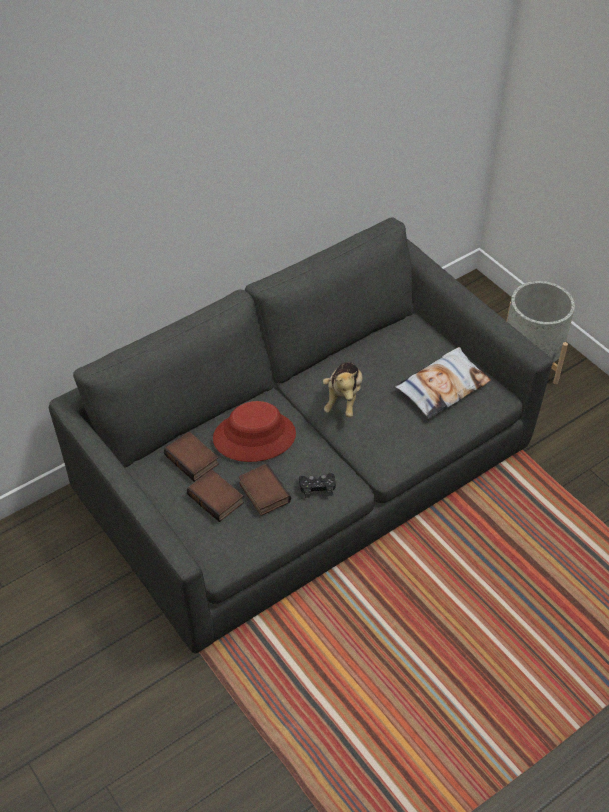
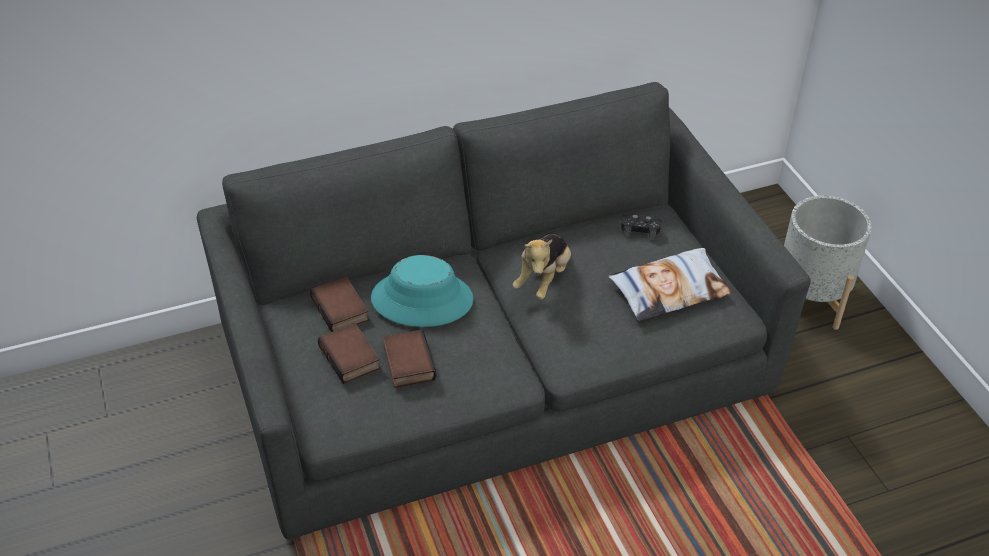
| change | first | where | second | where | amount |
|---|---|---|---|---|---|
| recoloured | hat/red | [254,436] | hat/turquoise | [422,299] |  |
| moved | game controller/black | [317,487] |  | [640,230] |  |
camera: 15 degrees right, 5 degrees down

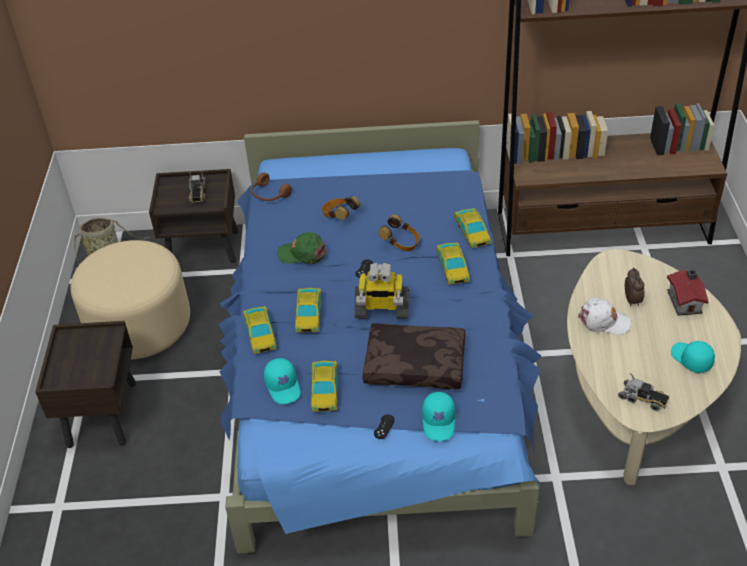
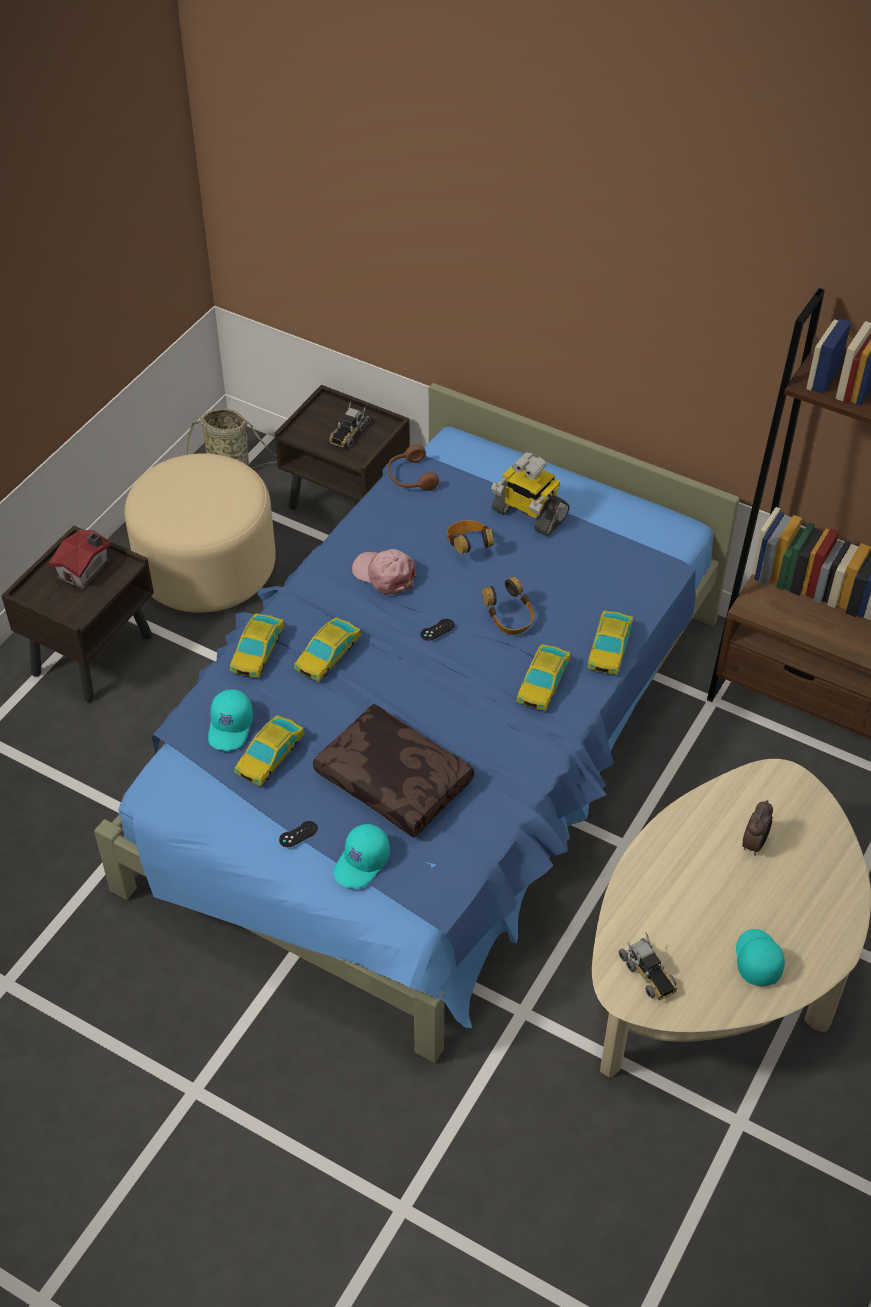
| change | first | where | second | where | amount |
|---|---|---|---|---|---|
| recoloured | cap/green | [303,253] | cap/pink | [384,574] |  |
| moved | toy robot | [381,310] |  | [528,514] |  |
| removed | cap/white | [603,321] |  |  |  |
| moved | toy house | [685,301] |  | [85,569] |  |
camera: 30 degrees right, 5 degrees up

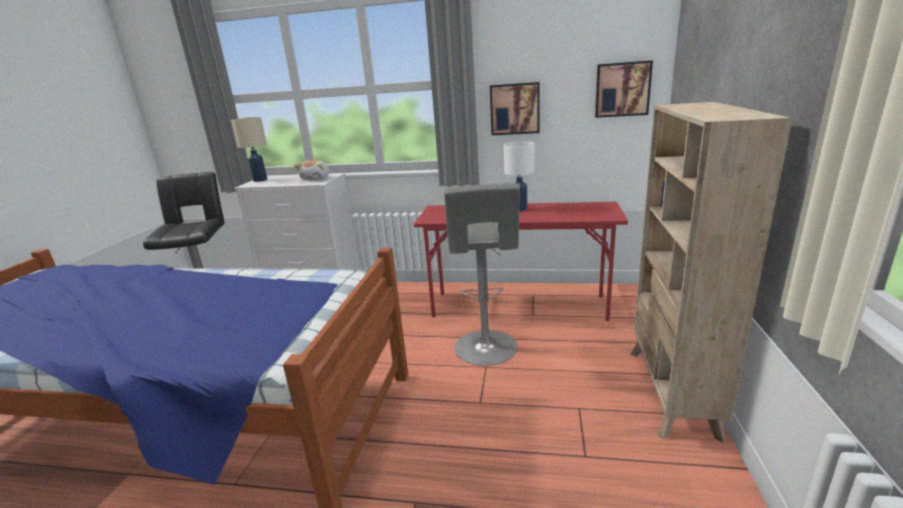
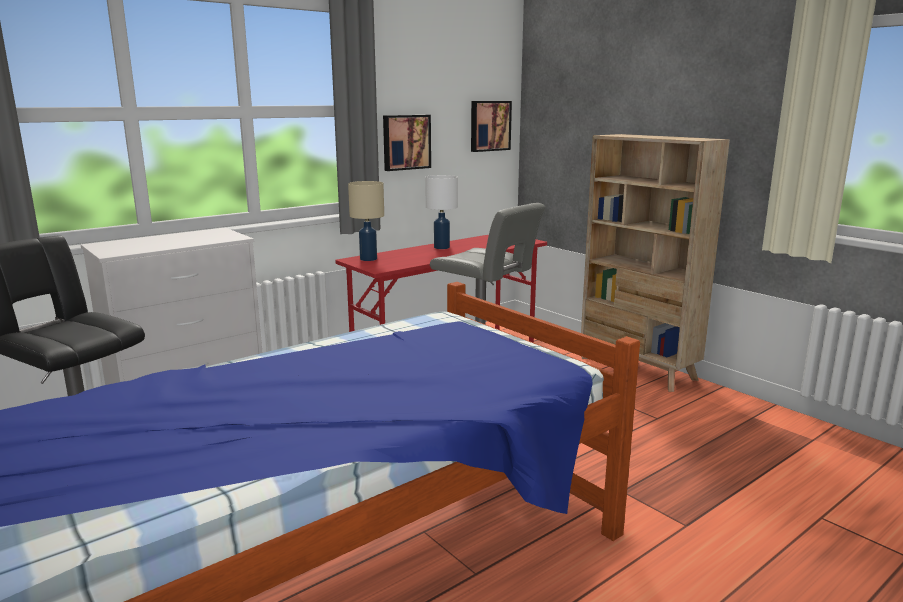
| change | first | where | second | where | amount |
|---|---|---|---|---|---|
| moved | table lamp/beige | [259,180] |  | [368,259] |  |
| removed | plush toy | [317,179] |  |  |  |
camera: 50 degrees left, 5 degrees down

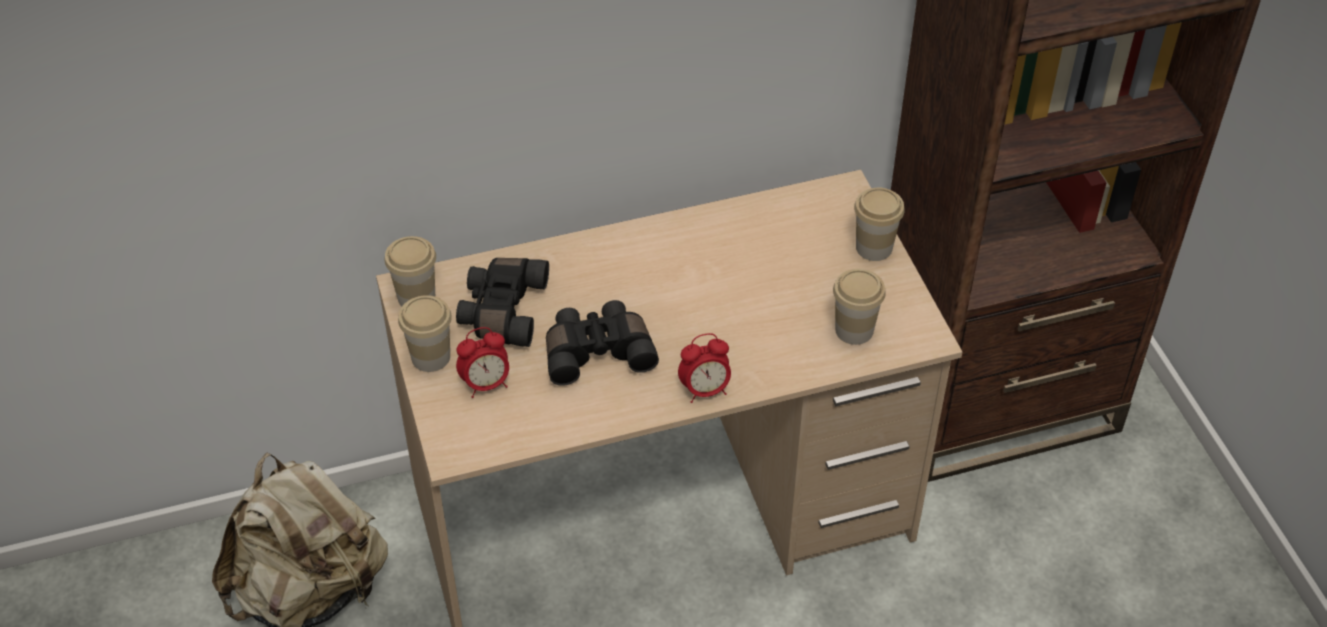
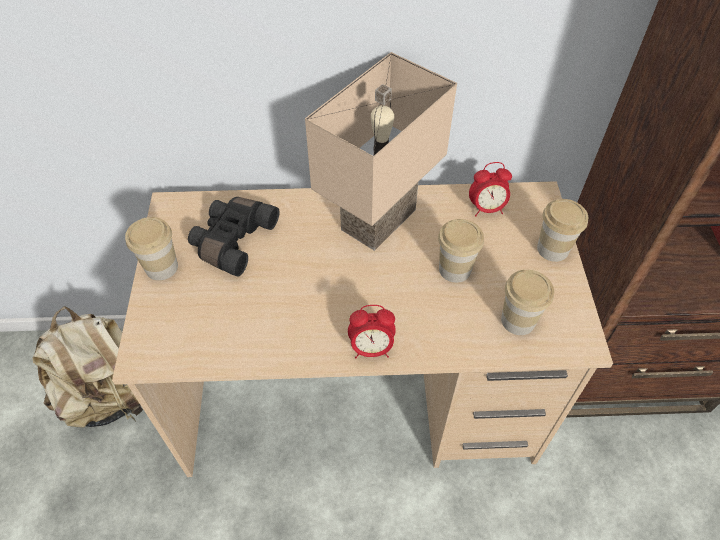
| change | first | where | second | where | amount |
|---|---|---|---|---|---|
| moved | cup | [416,297] |  | [454,269] |  |
| moved | alarm clock | [486,384] |  | [486,208] |  |
| removed | binoculars/black | [598,351] |  |  |  |
| added |  |  | table lamp/beige | [376,217] |  |
camera: 15 degrees right, 5 degrees up

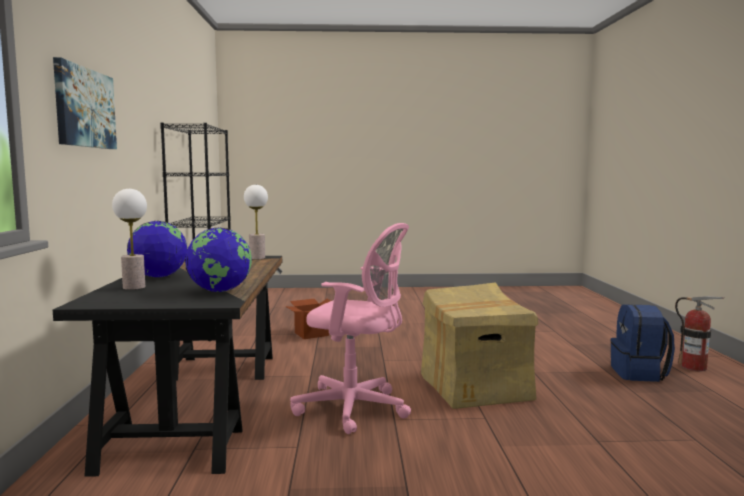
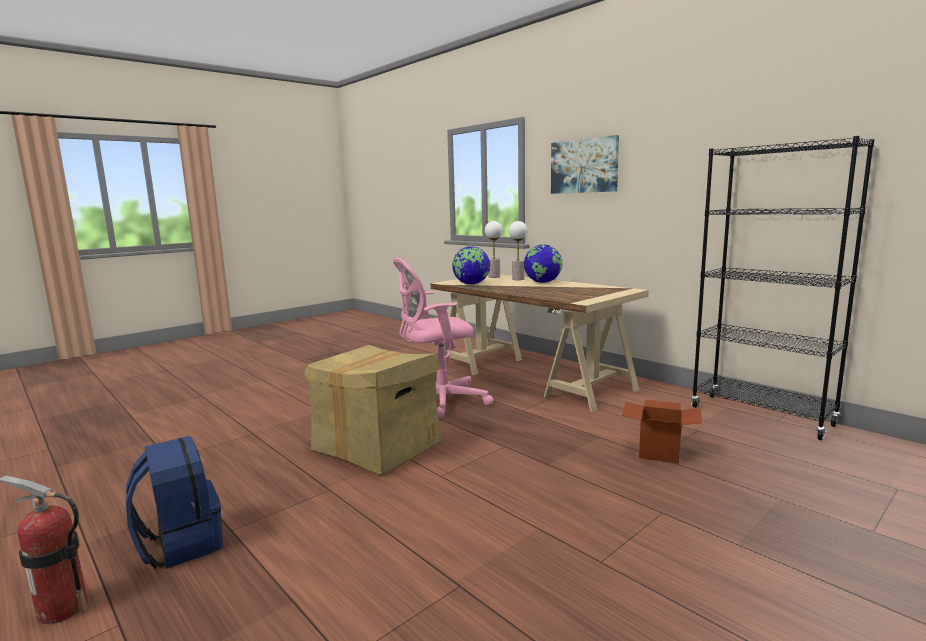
| change | first | where | second | where | amount |
|---|---|---|---|---|---|
| recoloured | desk/black | [199,403] | desk/beige | [532,376] |  |
| moved | table lamp | [257,258] |  | [494,277] |  |
camera: 140 degrees right, 5 degrees up

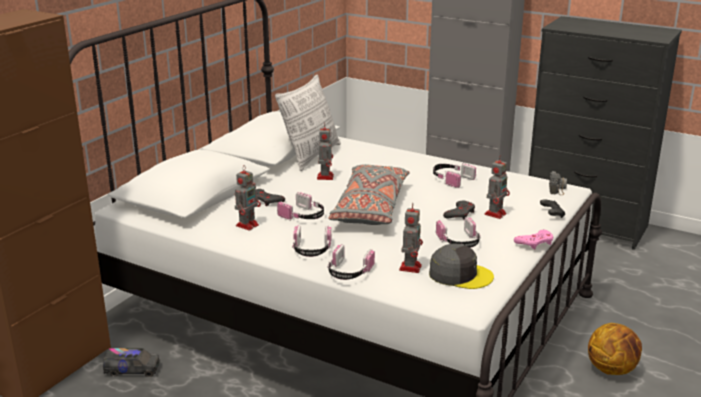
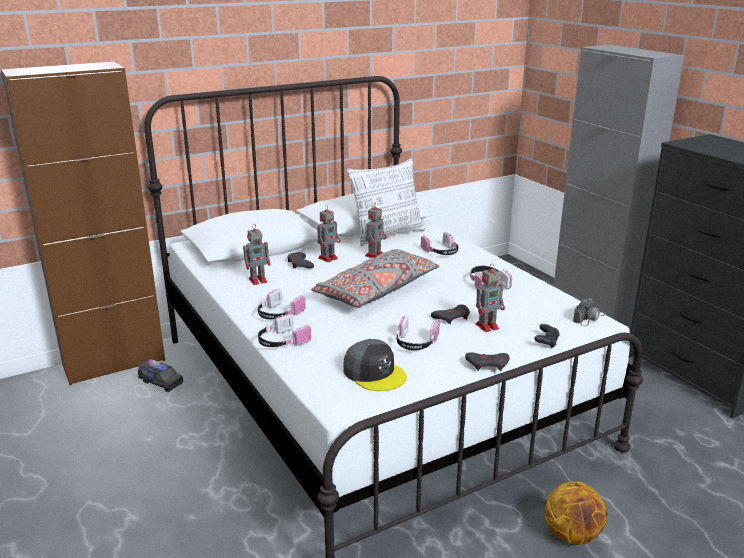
| change | first | where | second | where | amount |
|---|---|---|---|---|---|
| moved | headphones | [304,216] |  | [441,252] |  |
| moved | toy robot | [410,267] |  | [328,258] |  |
| recoloured | game controller/pink | [535,242] | game controller/grey | [487,364] |  |
camera: 30 degrees right, 0 degrees up

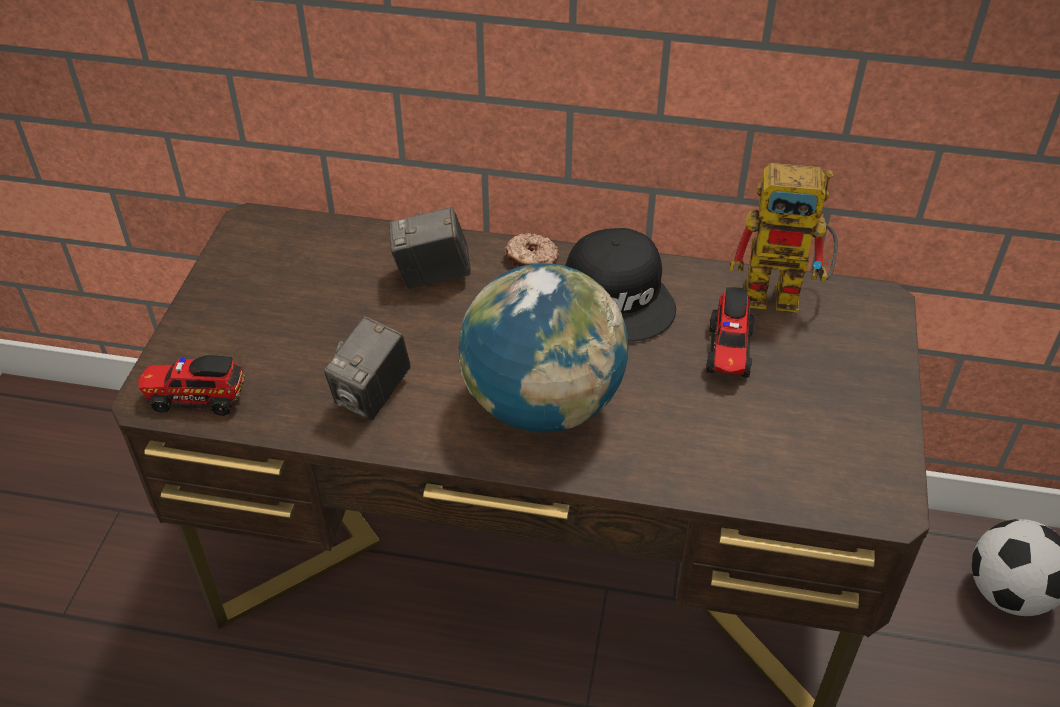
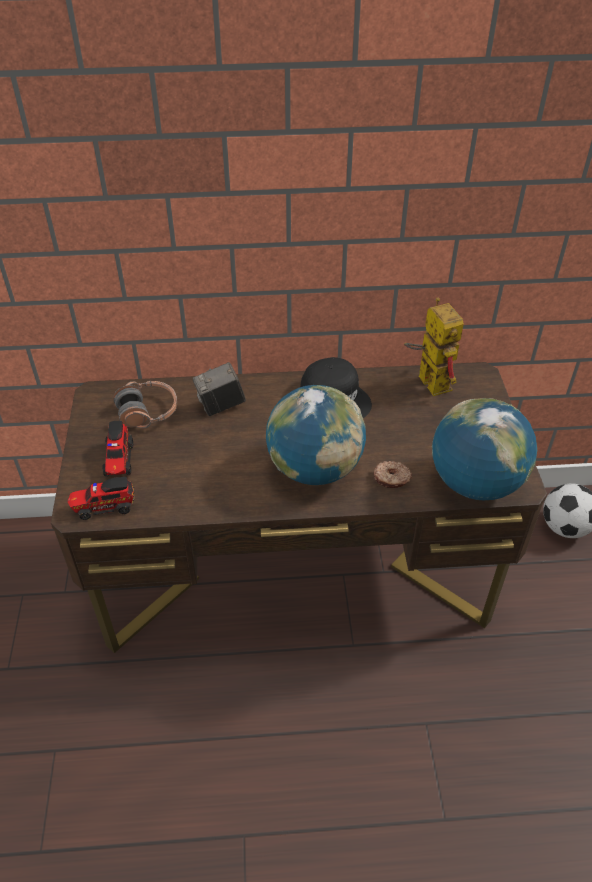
| change | first | where | second | where | amount |
|---|---|---|---|---|---|
| removed | photo camera | [372,395] |  |  |  |
| moved | donut | [531,259] |  | [391,479] |  |
| moved | toy truck | [728,353] |  | [119,461] |  |
| turned | toy robot | [785,294] |  | [427,379] | 105 degrees counterclockwise |
| added |  |  | headphones | [148,412] |  |
| added |  |  | globe | [475,483] |  |
camera: 15 degrees left, 0 degrees up

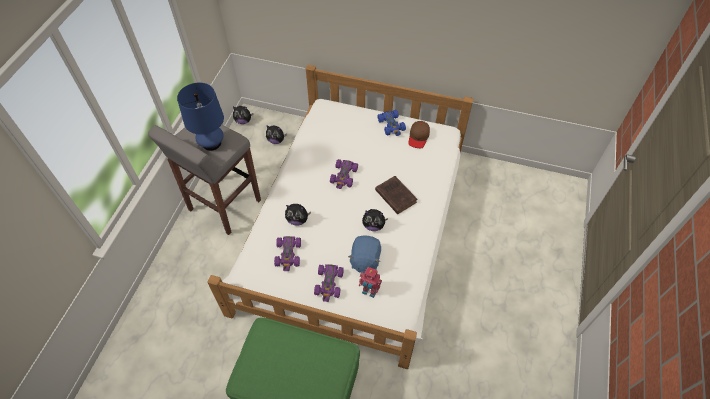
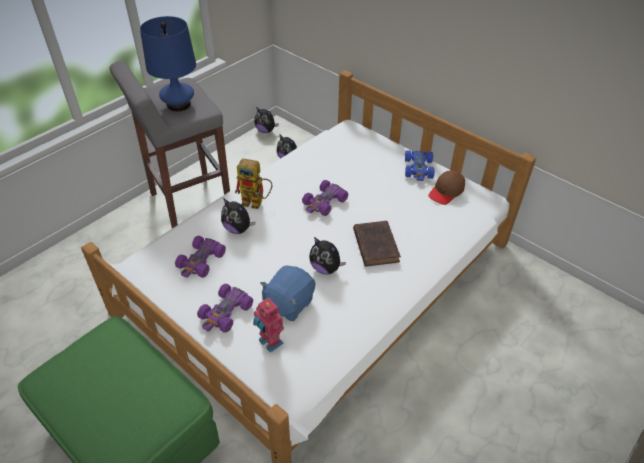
| change | first | where | second | where | amount |
|---|---|---|---|---|---|
| added |  |  | toy robot | [257,202] |  |
camera: 25 degrees right, 10 degrees down

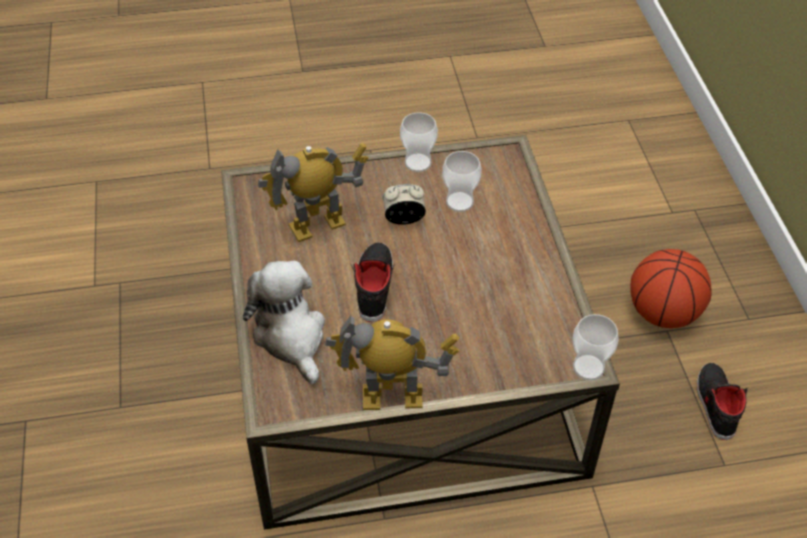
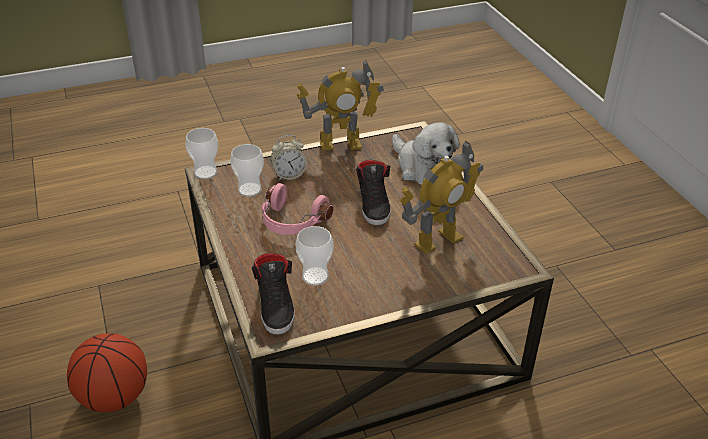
| change | first | where | second | where | amount |
|---|---|---|---|---|---|
| moved | alarm clock | [404,219] |  | [289,175] |  |
| moved | cup | [418,163] |  | [249,189] |  |
| moved | shoe/black | [715,403] |  | [276,305] |  |
| added |  |  | headphones/pink | [292,222] |  |
camera: 170 degrees right, 10 degrees down

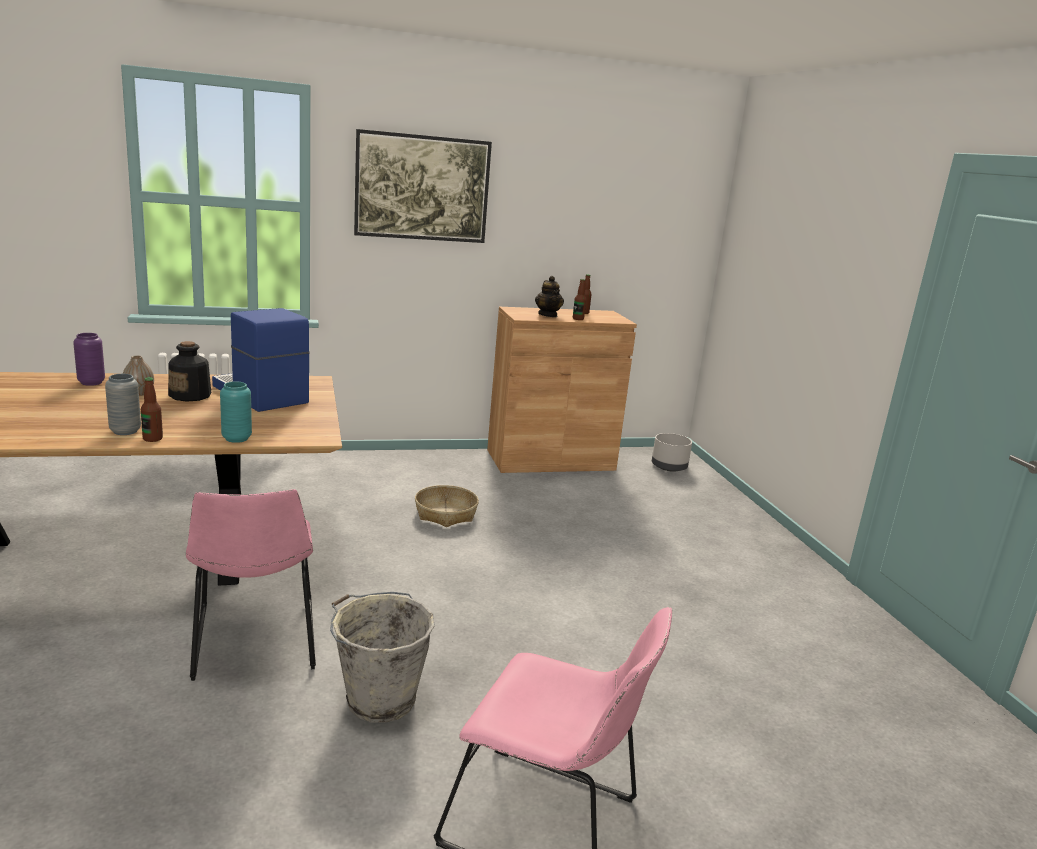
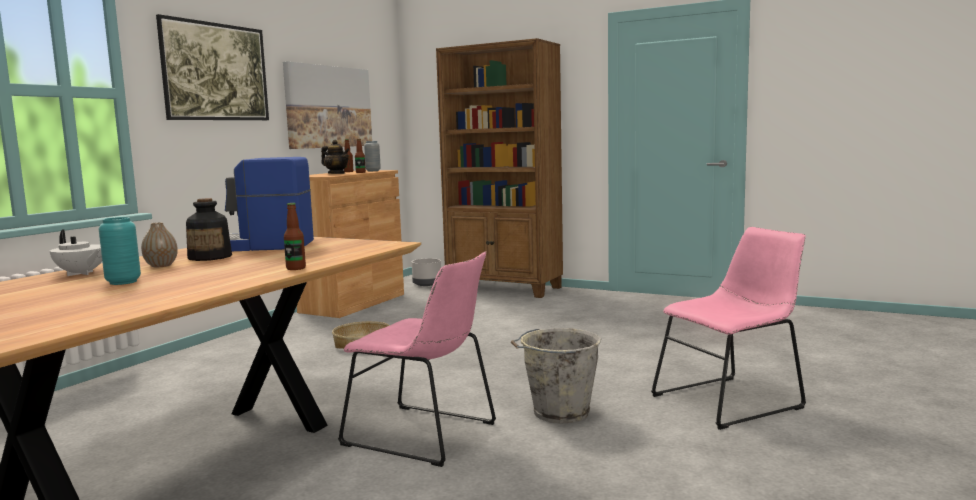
| change | first | where | second | where | amount |
|---|---|---|---|---|---|
| replaced | vase/purple | [91,382] | teapot/white | [81,274] |  |
| moved | vase/grey | [125,431] |  | [373,171] |  |
| moved | vase/turquoise | [236,438] |  | [123,282] |  |
| added |  |  | picture | [328,107] |  |
| added |  |  | bookcase/brown | [505,289] |  |
camera: 45 degrees left, 10 degrees down

